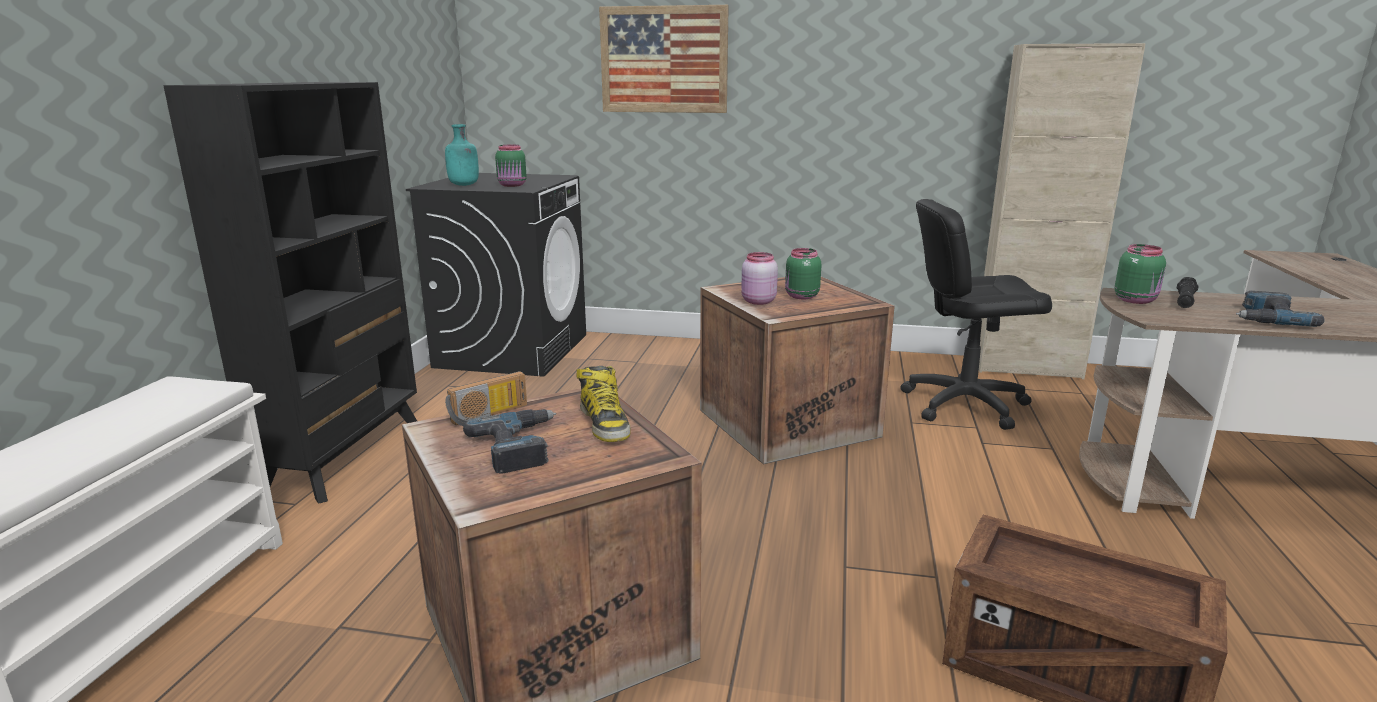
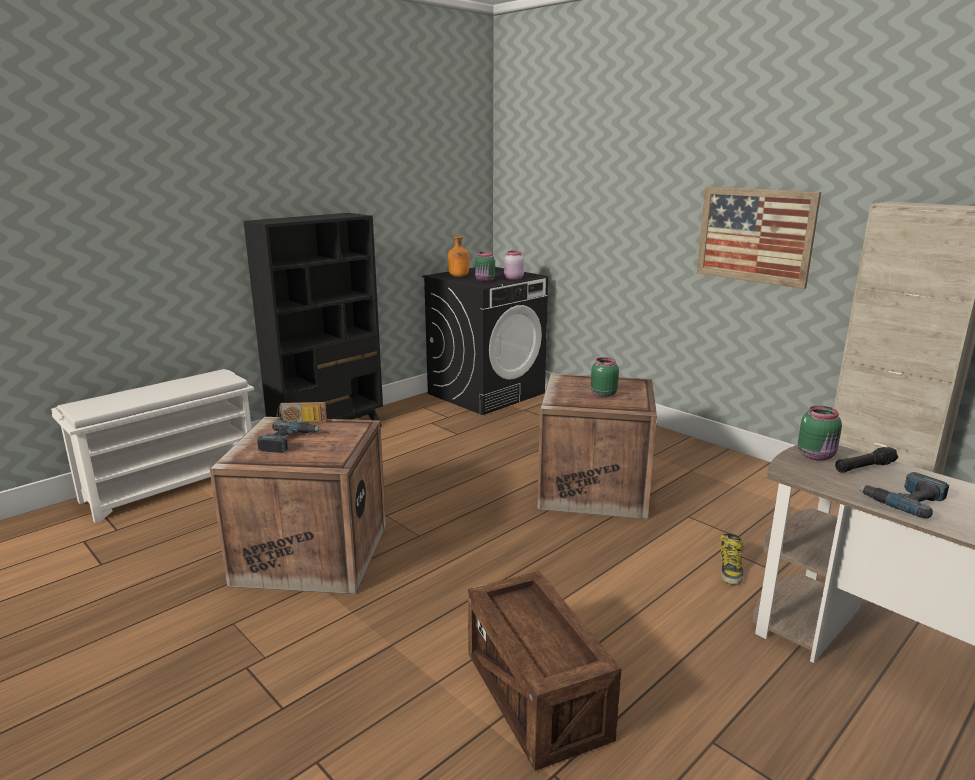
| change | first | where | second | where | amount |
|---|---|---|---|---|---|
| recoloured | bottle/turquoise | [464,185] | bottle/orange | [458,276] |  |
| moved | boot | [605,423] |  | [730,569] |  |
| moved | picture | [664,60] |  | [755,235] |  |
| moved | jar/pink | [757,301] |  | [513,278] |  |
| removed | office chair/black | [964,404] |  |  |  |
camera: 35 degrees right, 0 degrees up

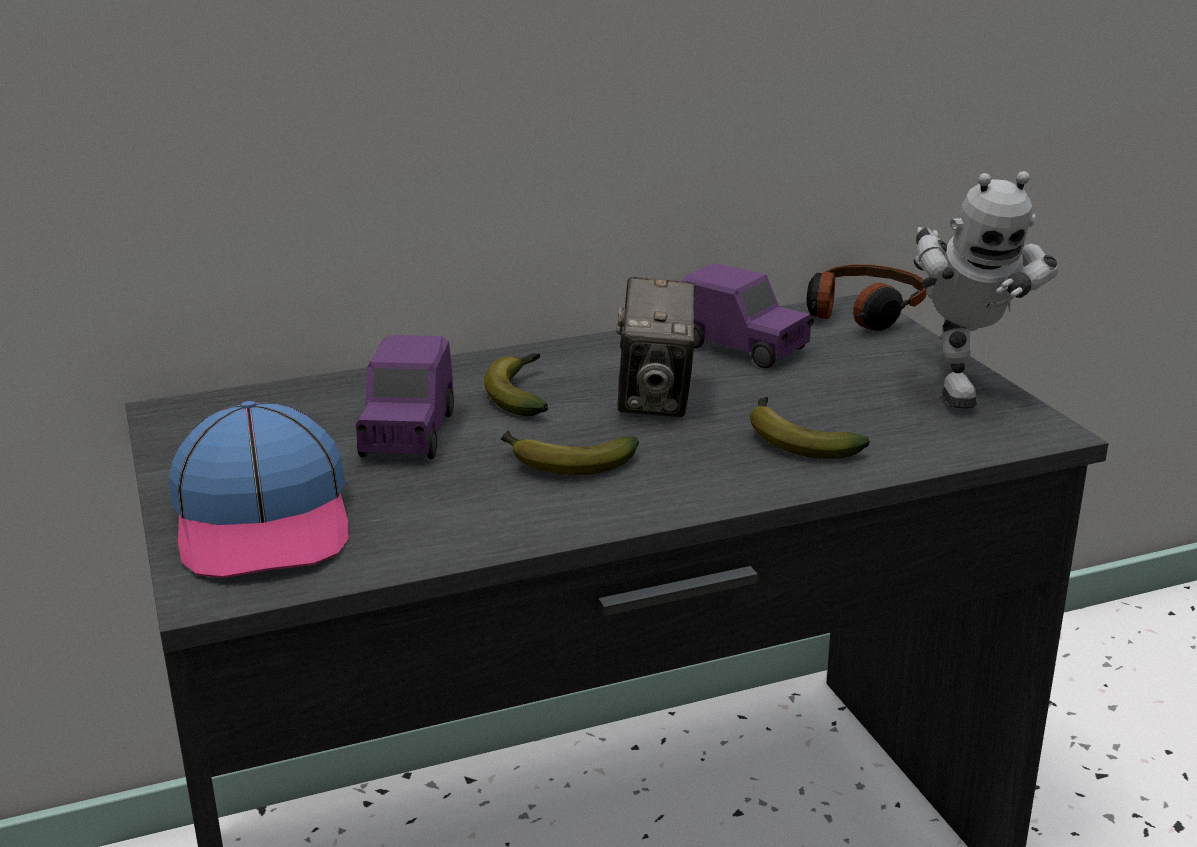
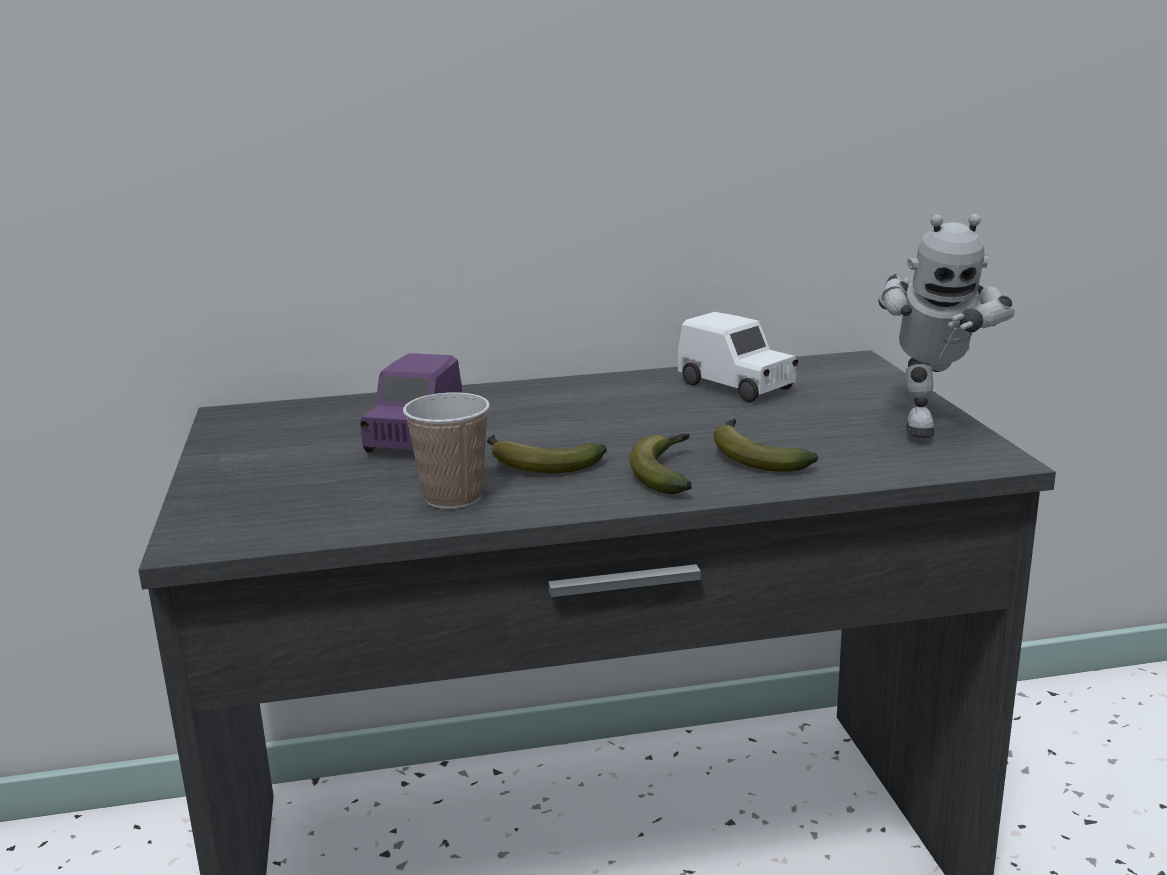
| change | first | where | second | where | amount |
|---|---|---|---|---|---|
| removed | cap | [264,520] |  |  |  |
| moved | banana | [521,394] |  | [666,473] |  |
| removed | photo camera | [656,399] |  |  |  |
| recoloured | toy car/purple | [743,348] | toy car/white | [736,387] |  |
| removed | headphones | [862,313] |  |  |  |
| added |  |  | cup | [453,498] |  |
camera: 10 degrees right, 5 degrees down

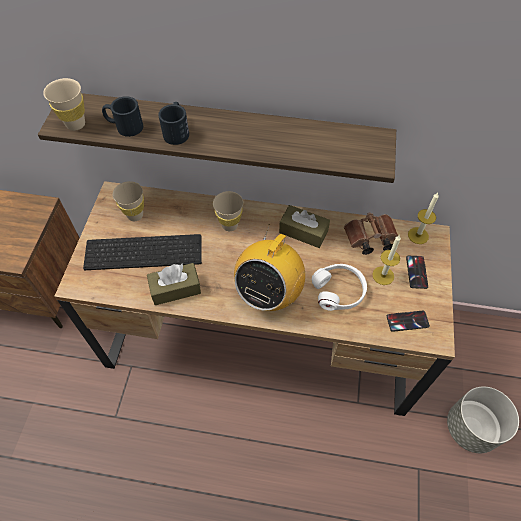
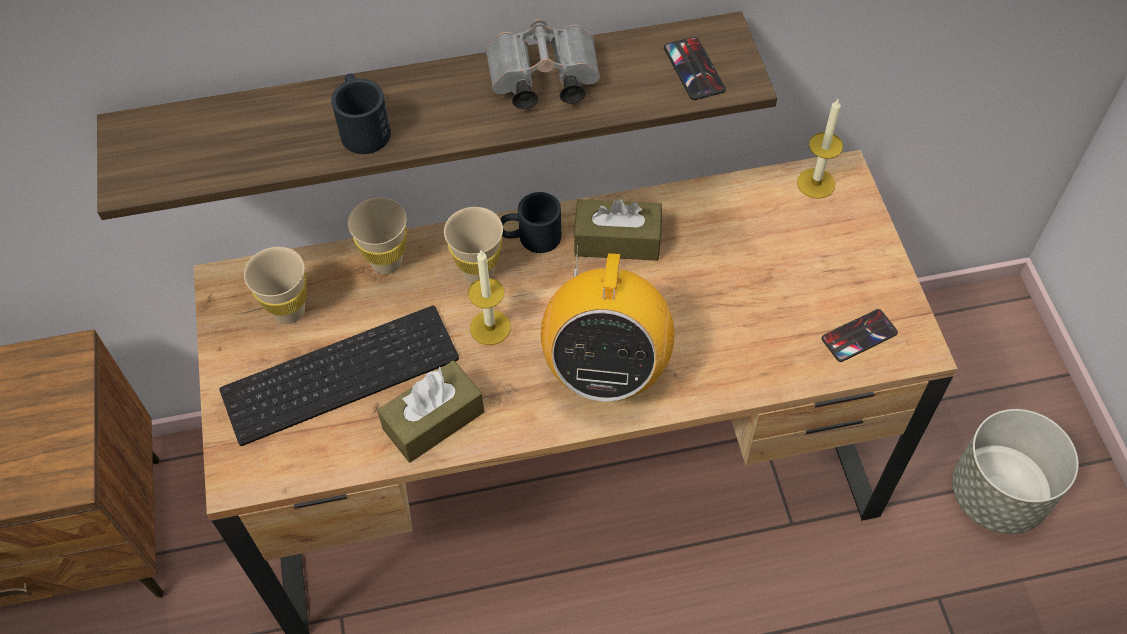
| change | first | where | second | where | amount |
|---|---|---|---|---|---|
| moved | cup/beige | [75,124] |  | [386,262] |  |
| moved | mug/black | [124,126] |  | [530,237] |  |
| removed | headphones/white | [338,291] |  |  |  |
| removed | binoculars/brown | [369,239] |  |  |  |
| moved | candle | [383,275] |  | [490,327] |  |
| moved | phone | [416,272] |  | [694,69] |  |
| added |  |  | binoculars/grey | [540,81] |  |
camera: 20 degrees left, 0 degrees up

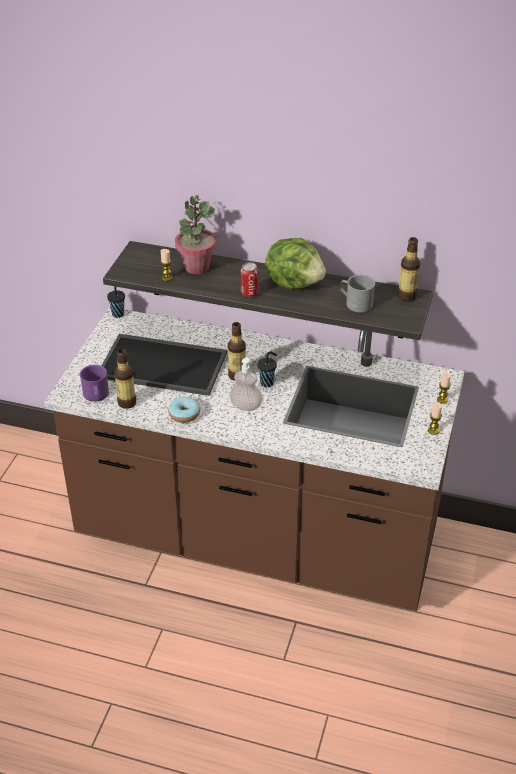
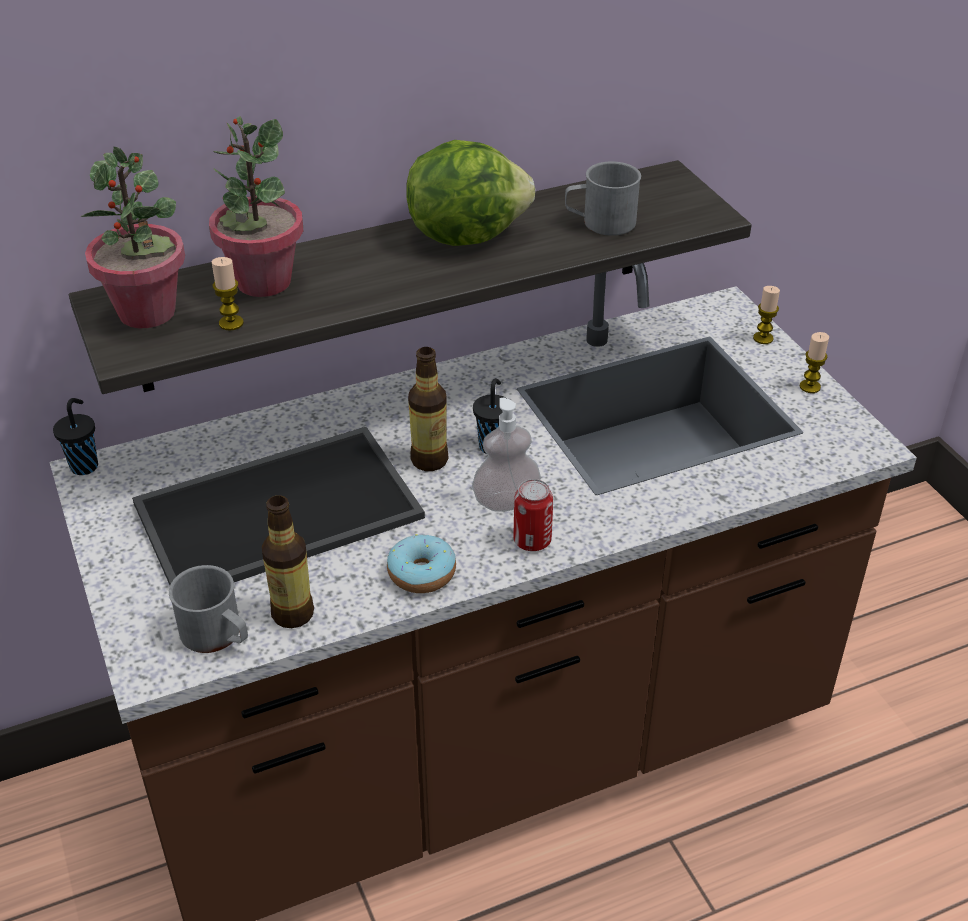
| change | first | where | second | where | amount |
|---|---|---|---|---|---|
| recoloured | mug/purple | [96,396] | mug/grey | [217,636] |  |
| moved | can | [249,293] |  | [532,541] |  |
| removed | bottle | [406,296] |  |  |  |
| added |  |  | potted plant | [148,312] |  |
camera: 40 degrees left, 0 degrees up

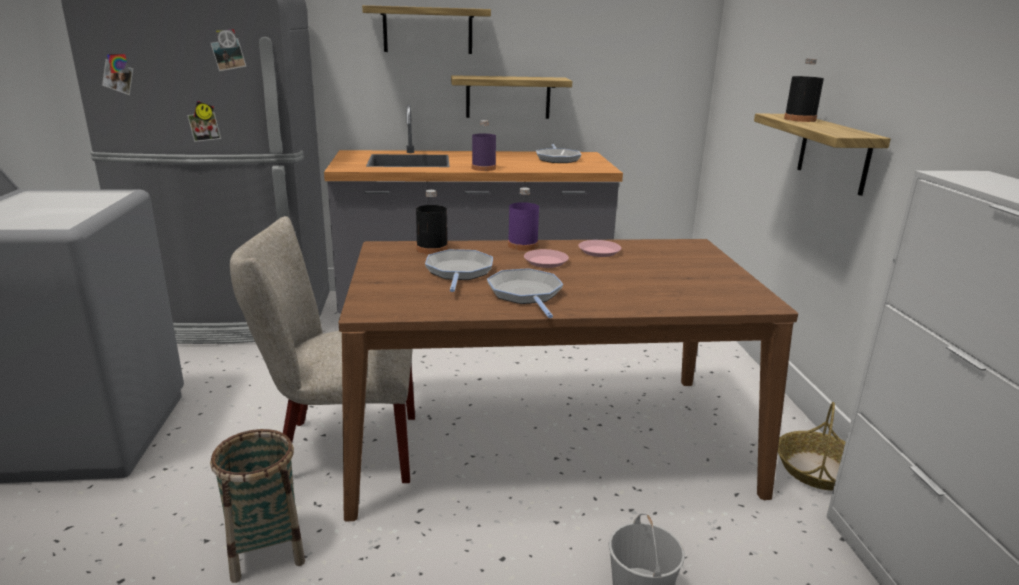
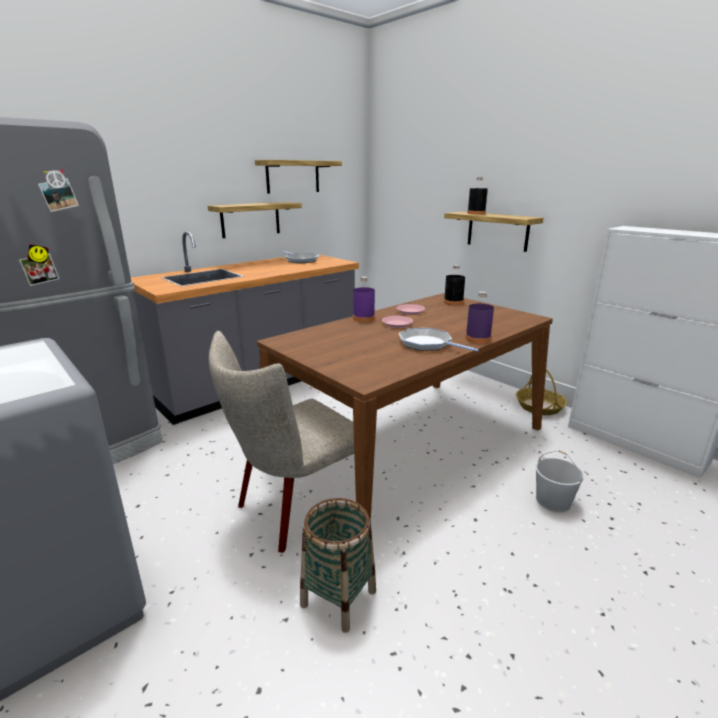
| change | first | where | second | where | amount |
|---|---|---|---|---|---|
| moved | shelf | [428,30] |  | [293,176] |  |
| moved | bottle/black | [432,249] |  | [453,302] |  |
| removed | frying pan | [459,272] |  |  |  |
| moved | bottle/purple | [483,168] |  | [478,338] |  |
camera: 35 degrees left, 0 degrees up

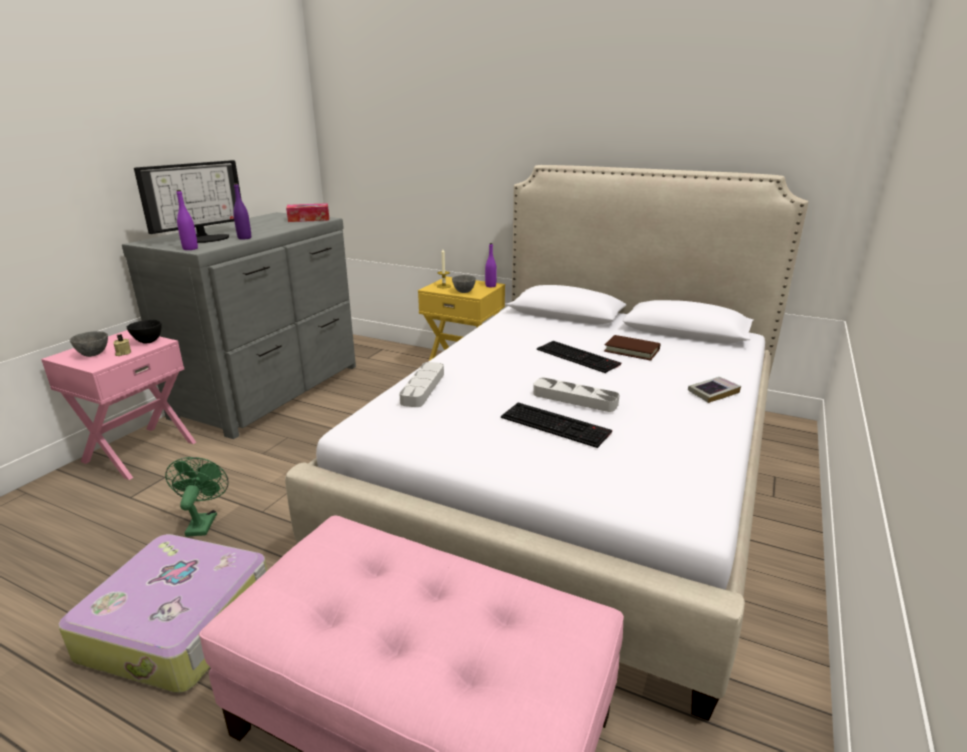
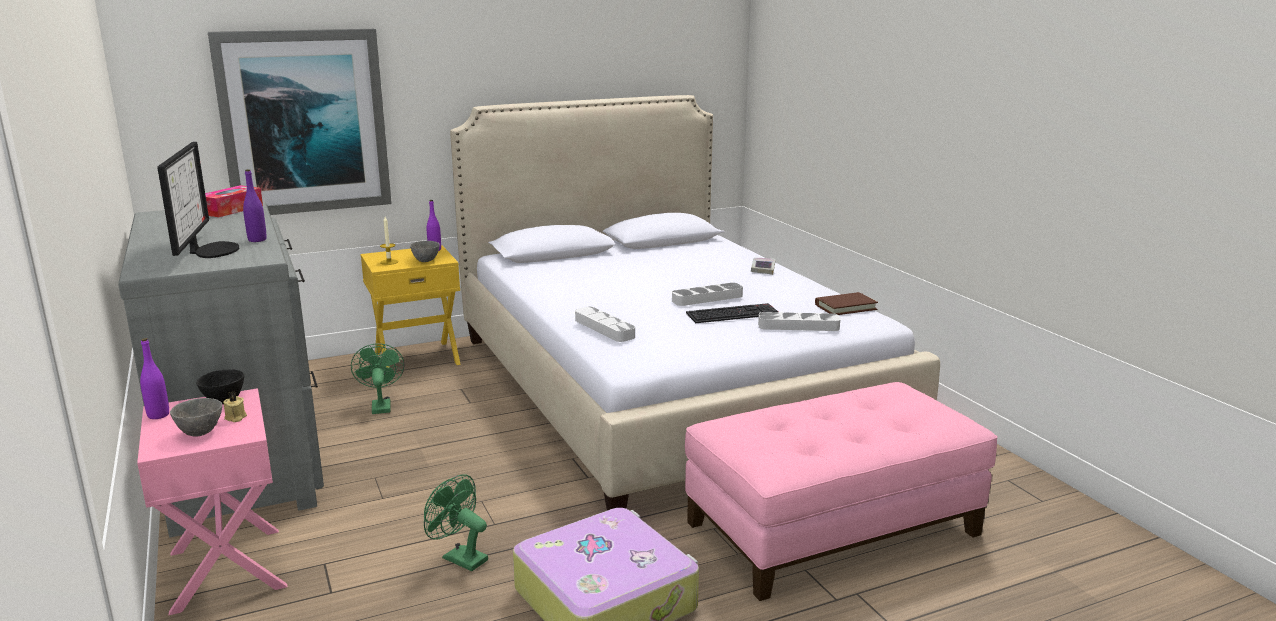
| change | first | where | second | where | amount |
|---|---|---|---|---|---|
| moved | bottle/purple | [190,249] |  | [158,415] |  |
| removed | keyboard | [579,357] |  |  |  |
| moved | book/brown | [632,350] |  | [845,307] |  |
| added |  |  | picture | [304,122] |  |
| added |  |  | fan/green | [380,405] |  |
| added |  |  | tray/grey | [798,326] |  |
camera: 50 degrees left, 5 degrees down

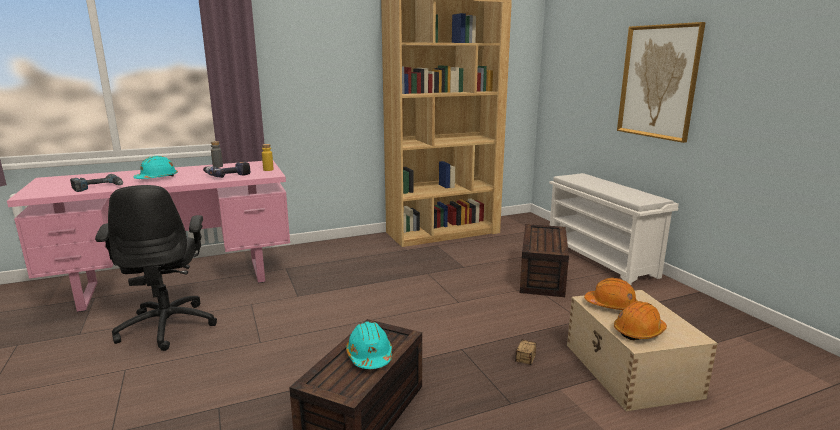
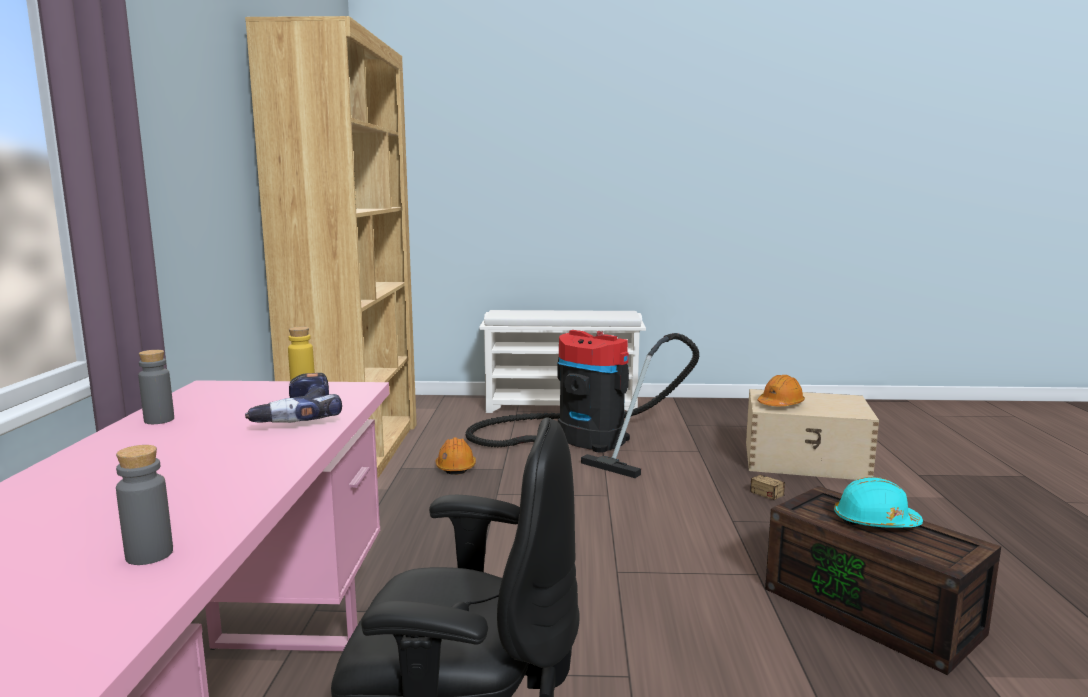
| change | first | where | second | where | amount |
|---|---|---|---|---|---|
| replaced | power drill | [99,187] | bottle/grey | [149,555] |  |
| removed | hard hat/turquoise | [157,178] |  |  |  |
| replaced | storage box/brown | [543,277] | vacuum cleaner | [582,439] |  |
| moved | hard hat/orange | [639,331] |  | [455,467] |  |
| removed | picture | [658,82] |  |  |  |
camera: 65 degrees left, 5 degrees down

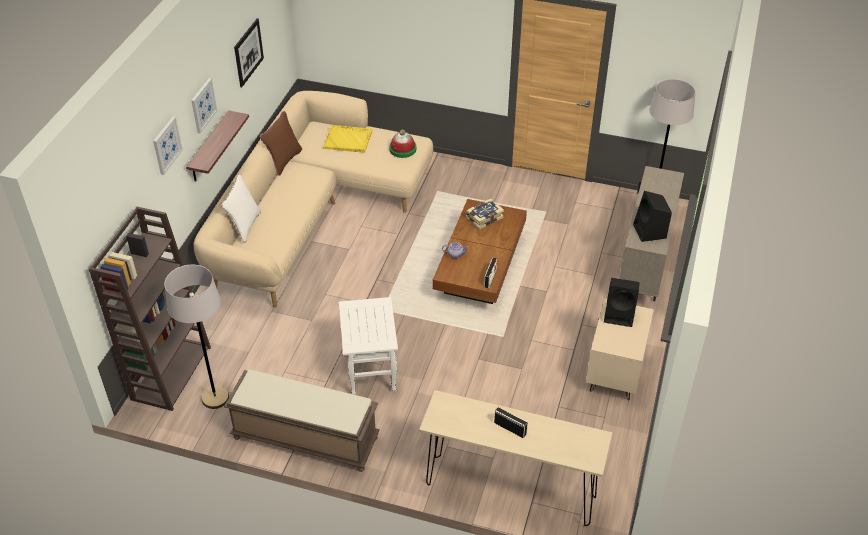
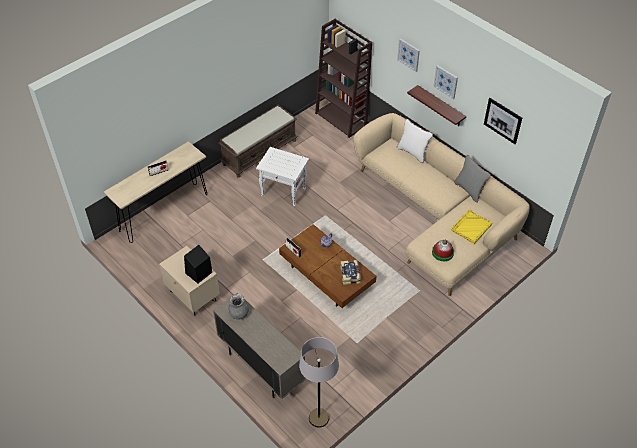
| change | first | where | second | where | amount |
|---|---|---|---|---|---|
| removed | floor lamp/grey | [215,398] |  |  |  |
| recoloured | pillow/brown | [283,161] | pillow/grey | [469,190] |  |
| replaced | speaker/black | [650,232] | vase/grey | [238,314] |  |
camera: 120 degrees right, 5 degrees up

